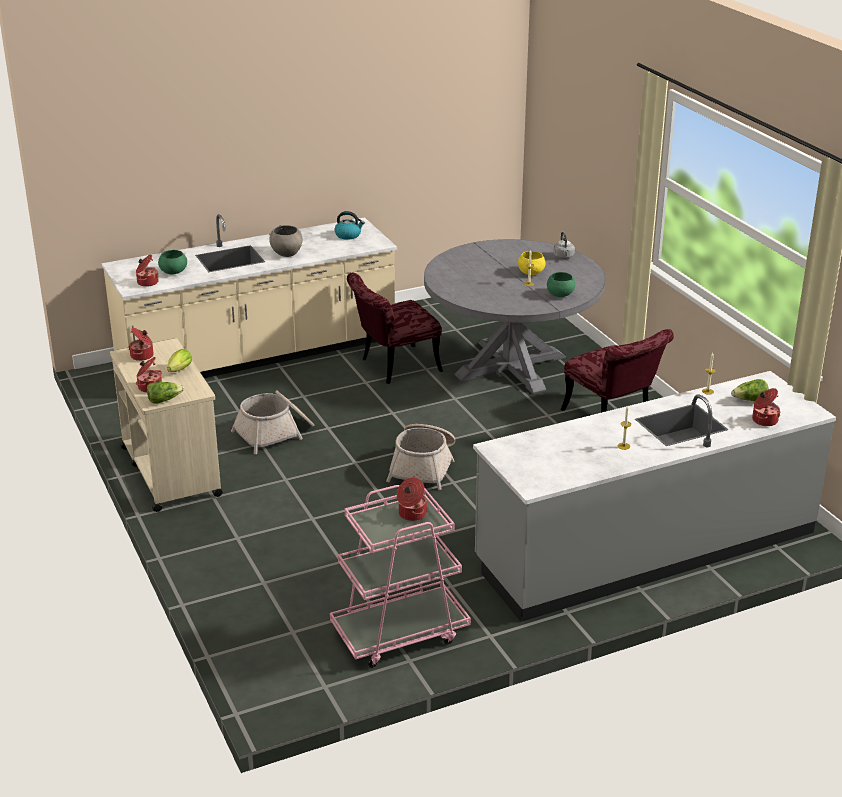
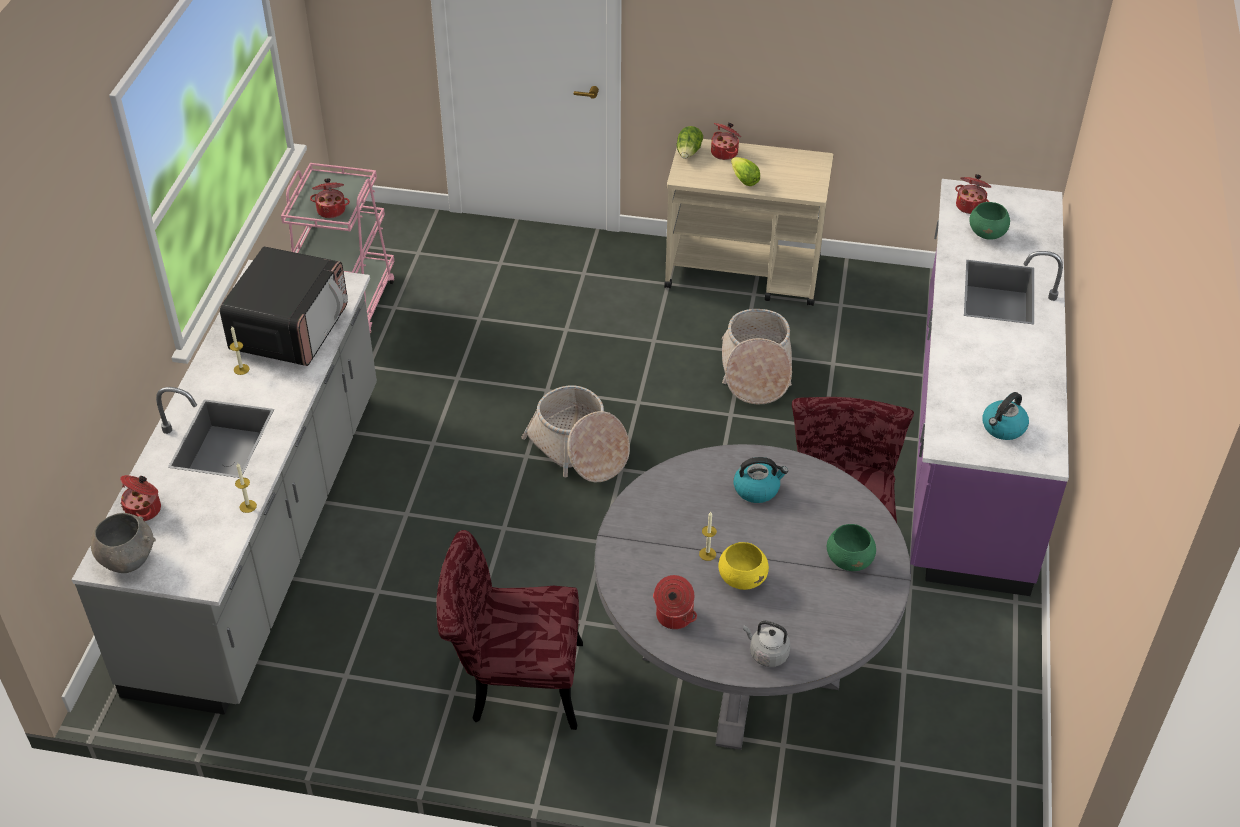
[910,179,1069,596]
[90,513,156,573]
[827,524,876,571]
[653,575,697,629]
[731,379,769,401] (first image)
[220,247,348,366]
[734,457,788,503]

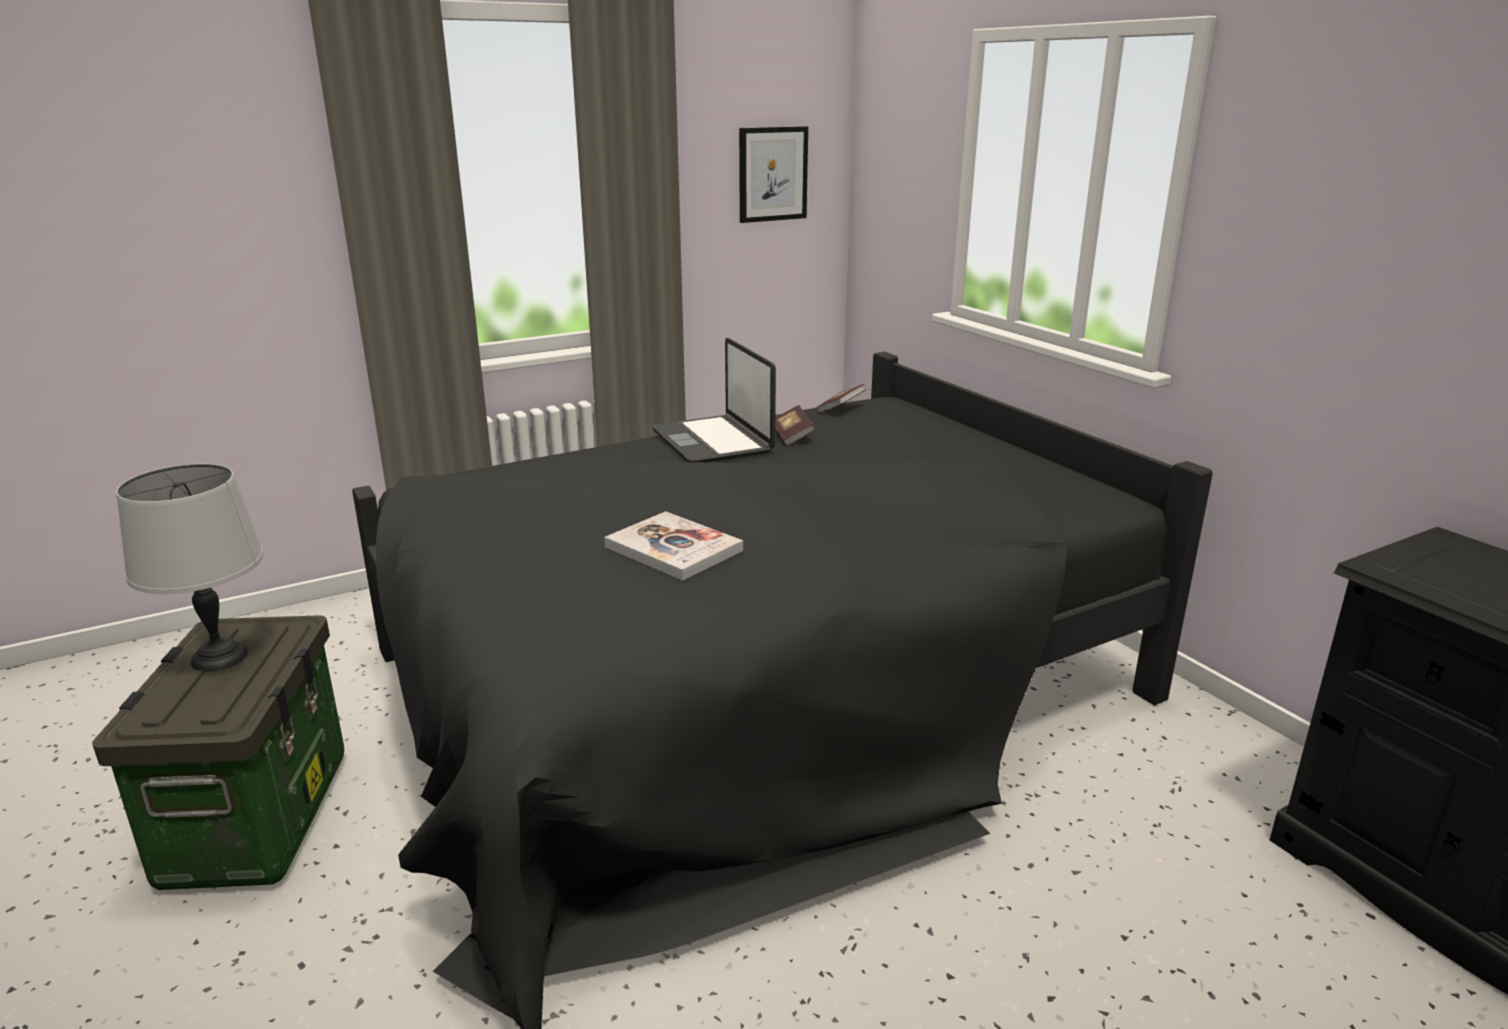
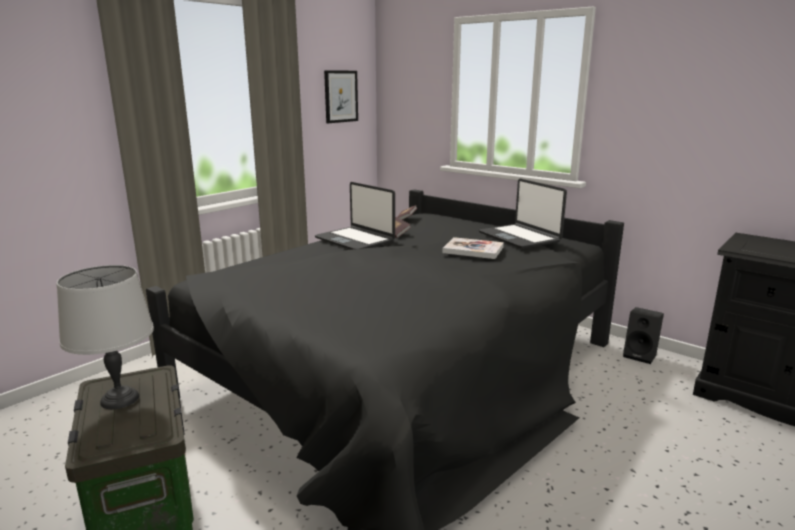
[442,237,504,259]
[479,179,567,249]
[623,307,664,364]

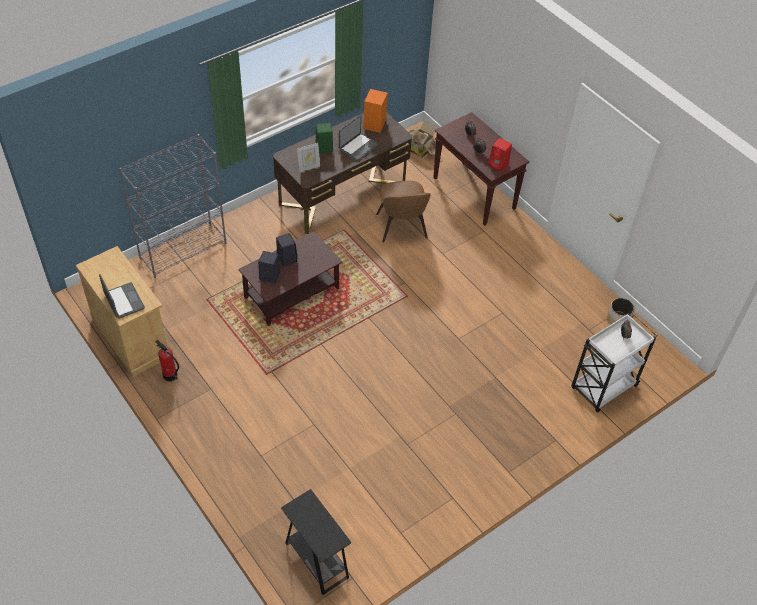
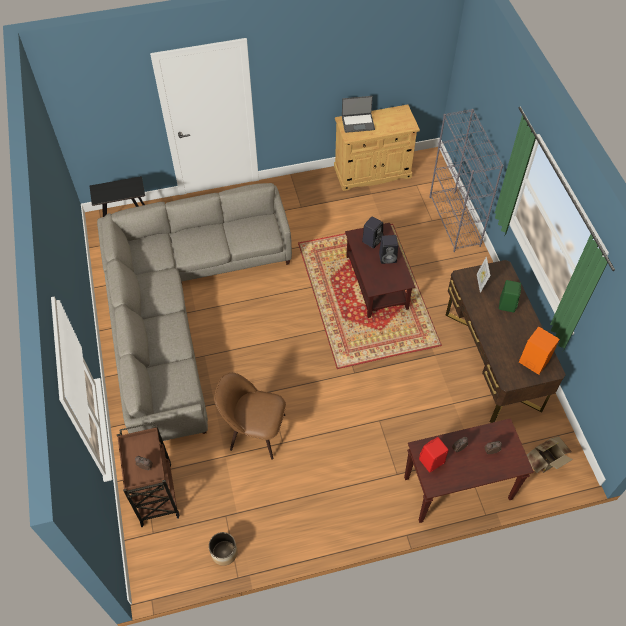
[339,115,378,161] (first image)
[214,373,286,460]
[117,422,180,527]
[155,340,179,381] (first image)
[97,183,292,441]

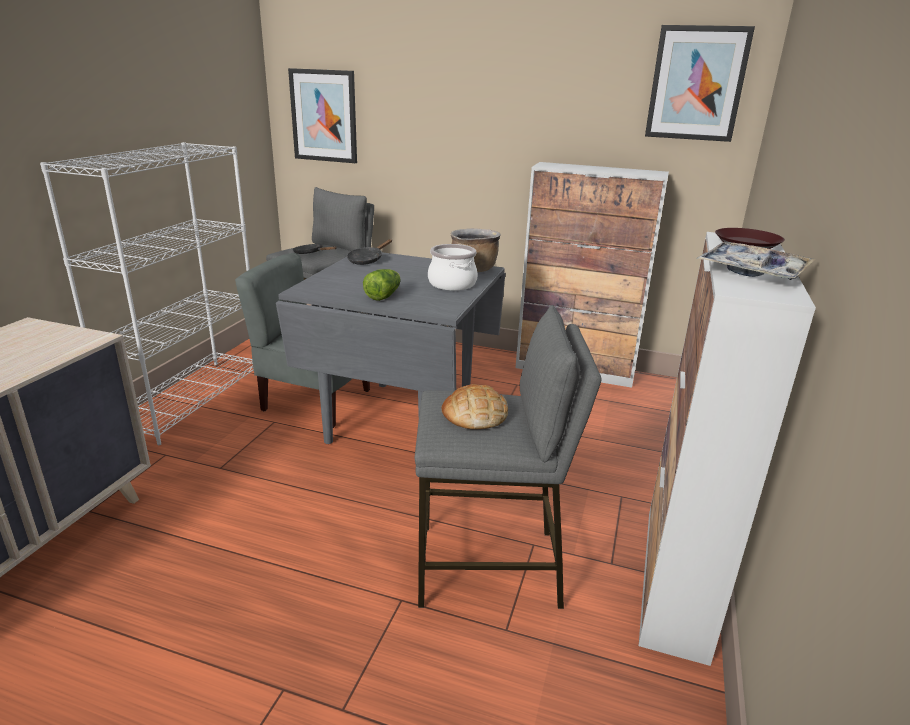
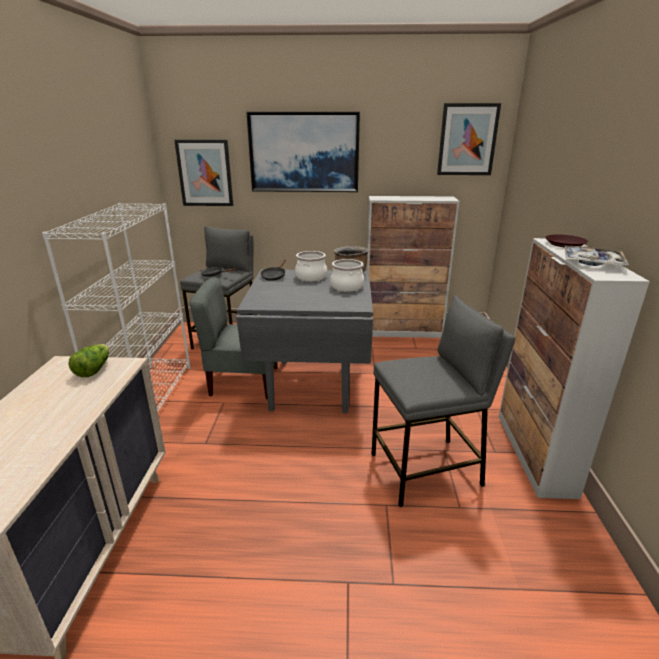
[69,344,109,377]
[442,384,508,429] (first image)
[246,112,360,192]
[295,251,327,281]

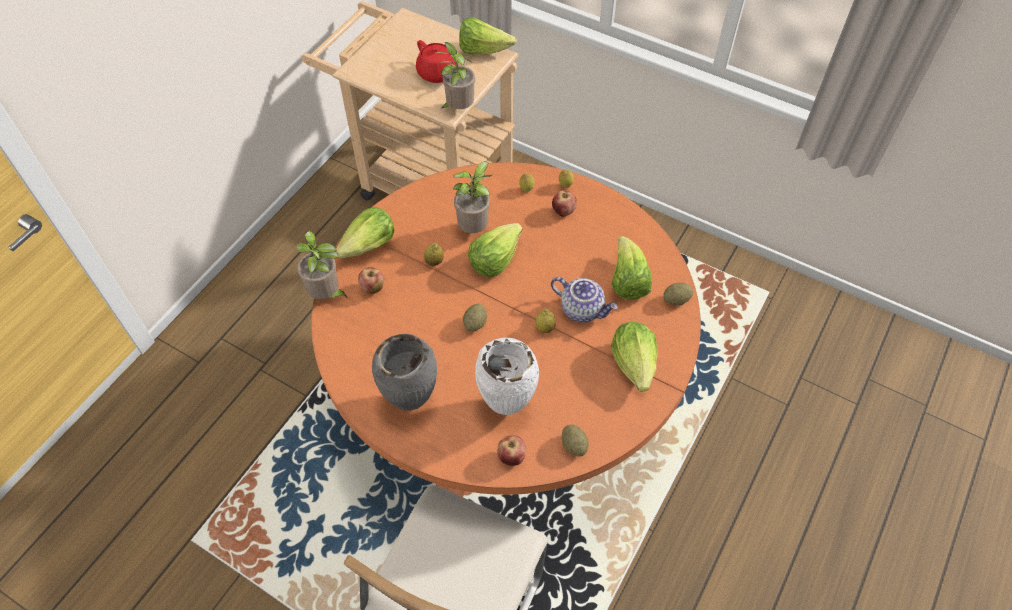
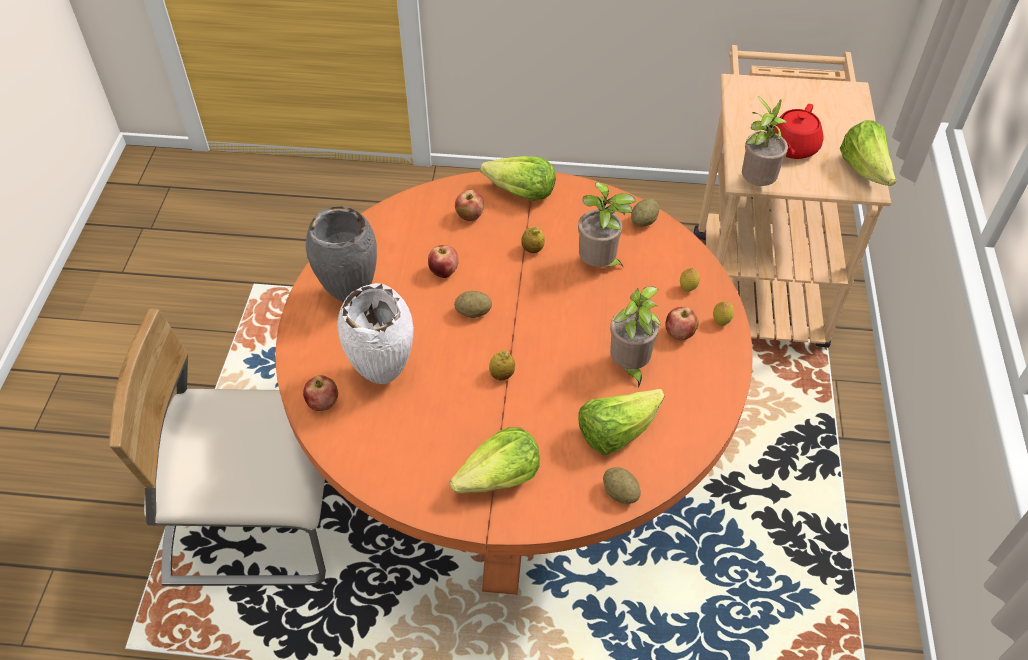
[468,223,523,278] (first image)
[610,287,661,388]
[551,277,618,323] (first image)
[631,199,659,226]
[428,245,459,278]

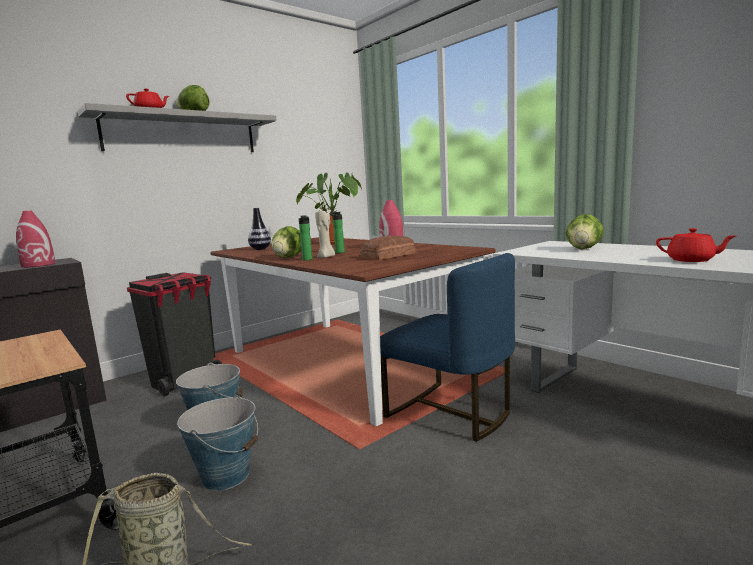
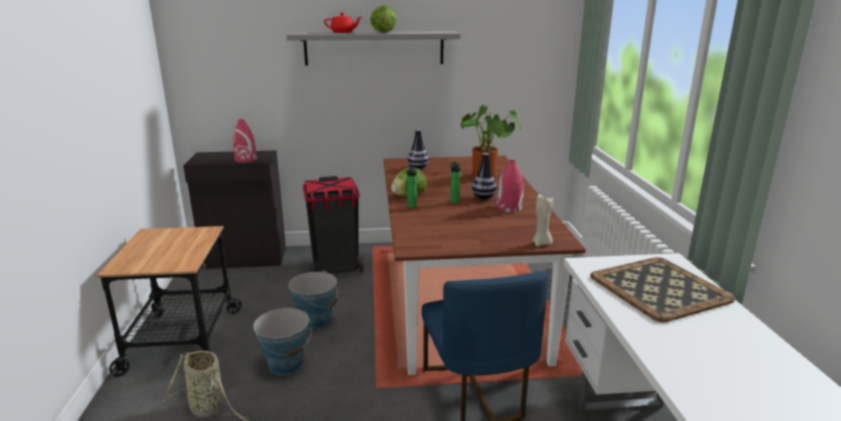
[532,194,553,246]
[590,257,735,322]
[656,228,735,262] (first image)
[360,235,416,260] (first image)
[472,153,497,200]

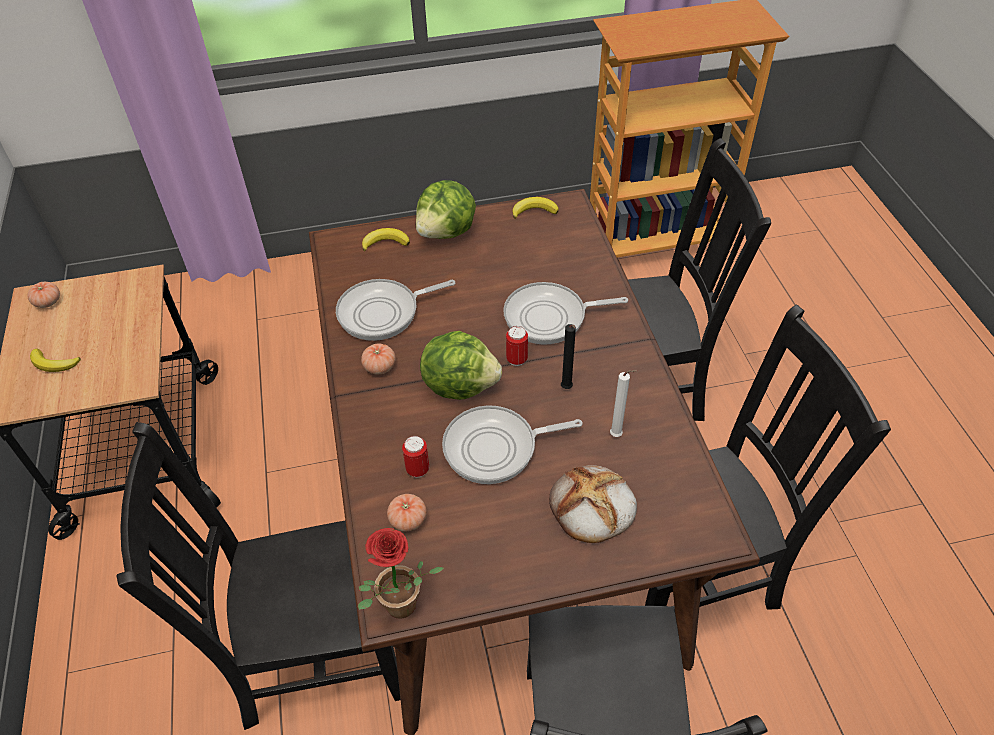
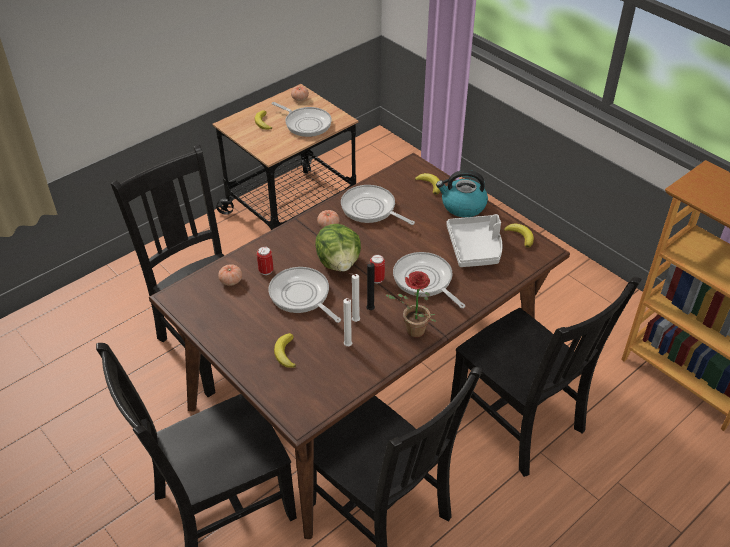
[436,170,488,217]
[274,333,296,368]
[386,271,437,338]
[272,102,332,137]
[446,214,502,267]
[348,273,360,322]

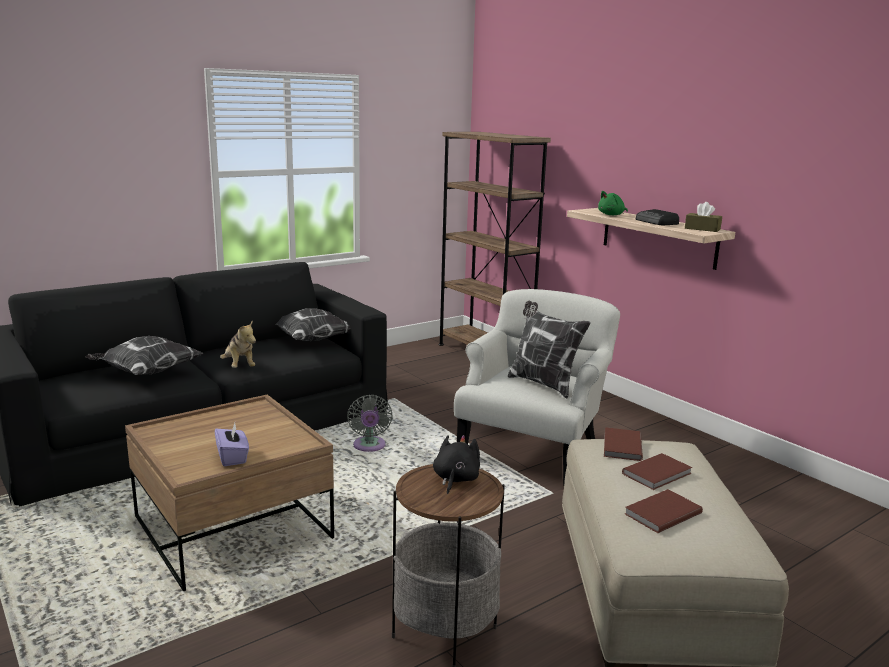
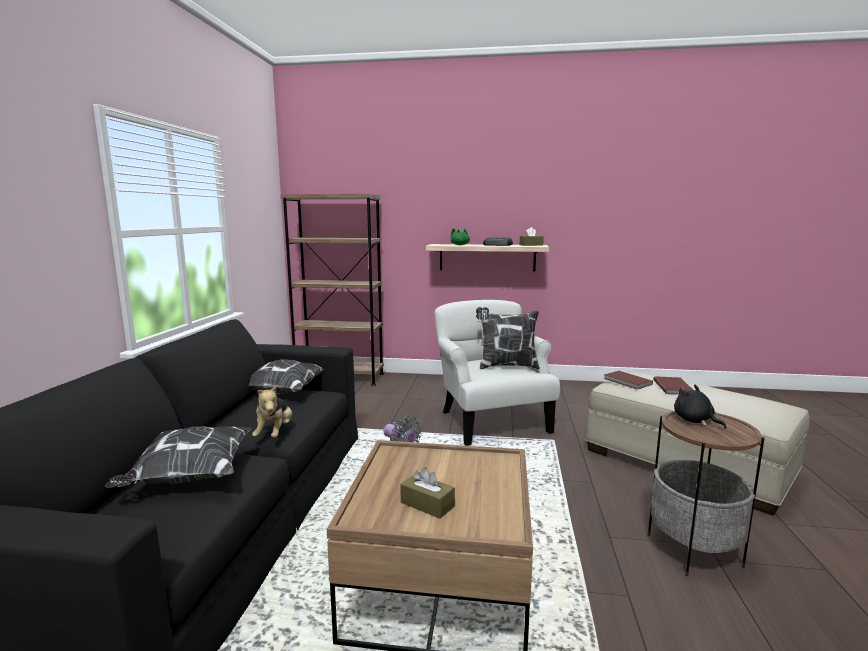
[252,385,292,438]
[215,423,249,466] (first image)
[625,489,703,533] (first image)
[400,467,455,519]

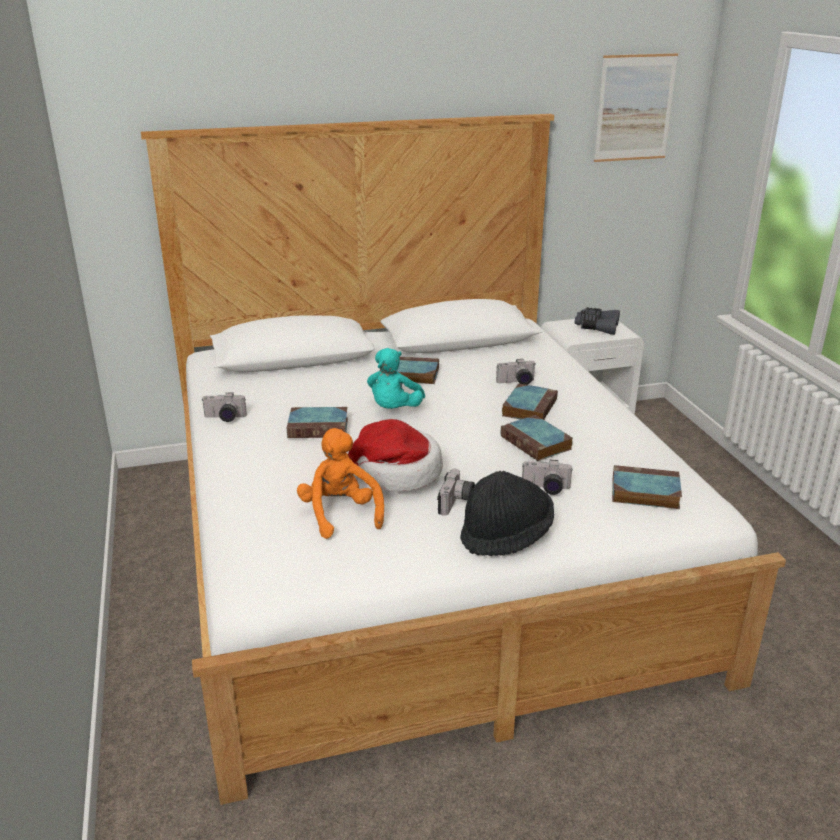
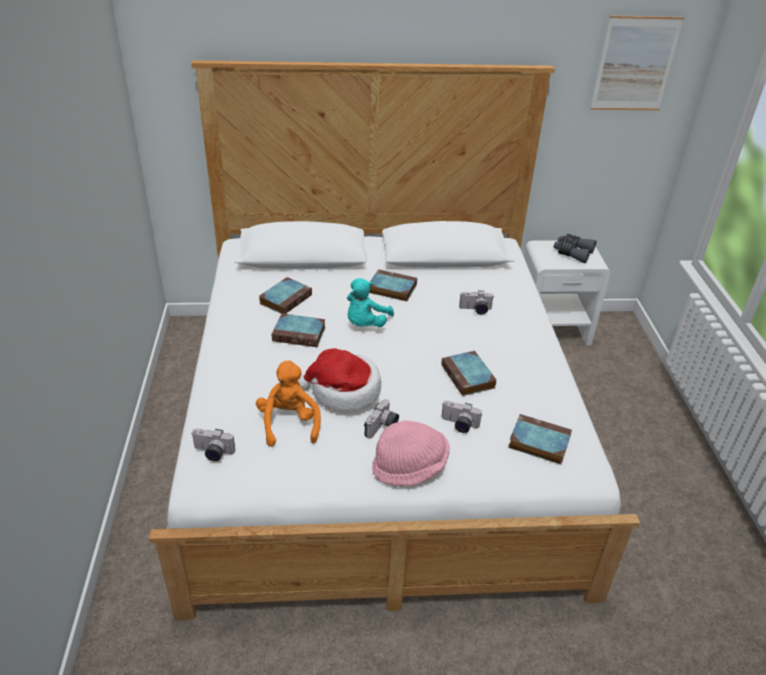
[259,277,312,314]
[192,429,235,461]
[372,421,450,487]

